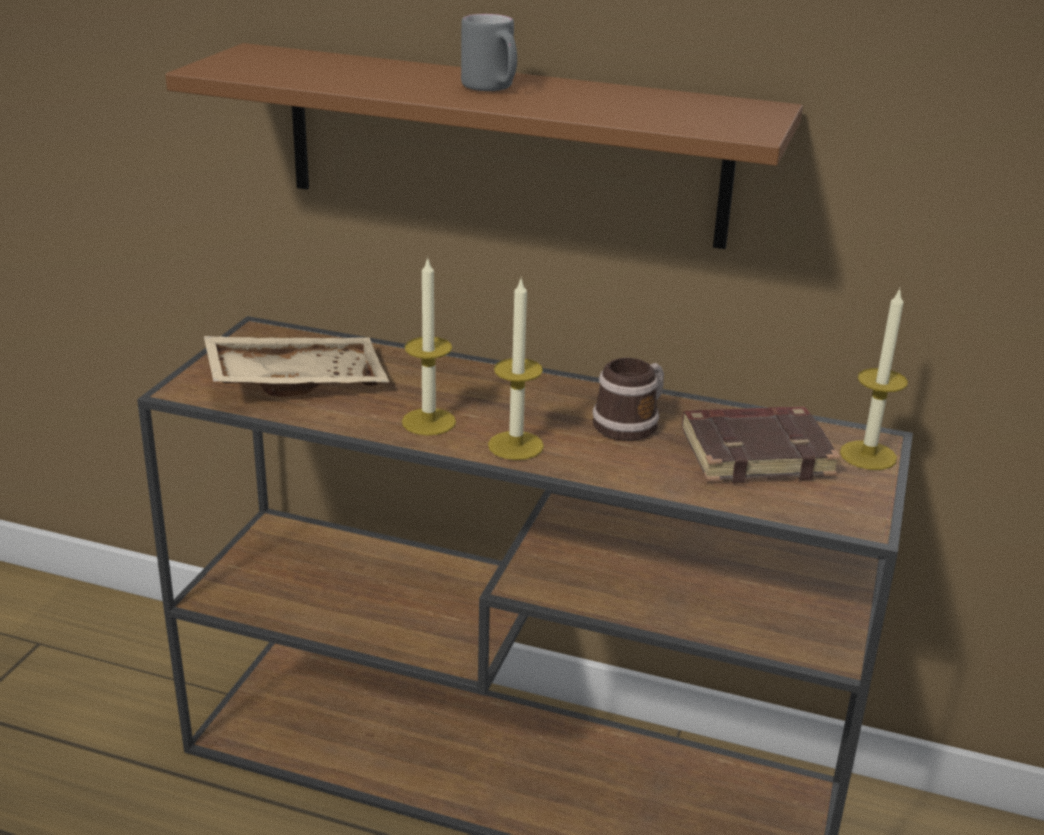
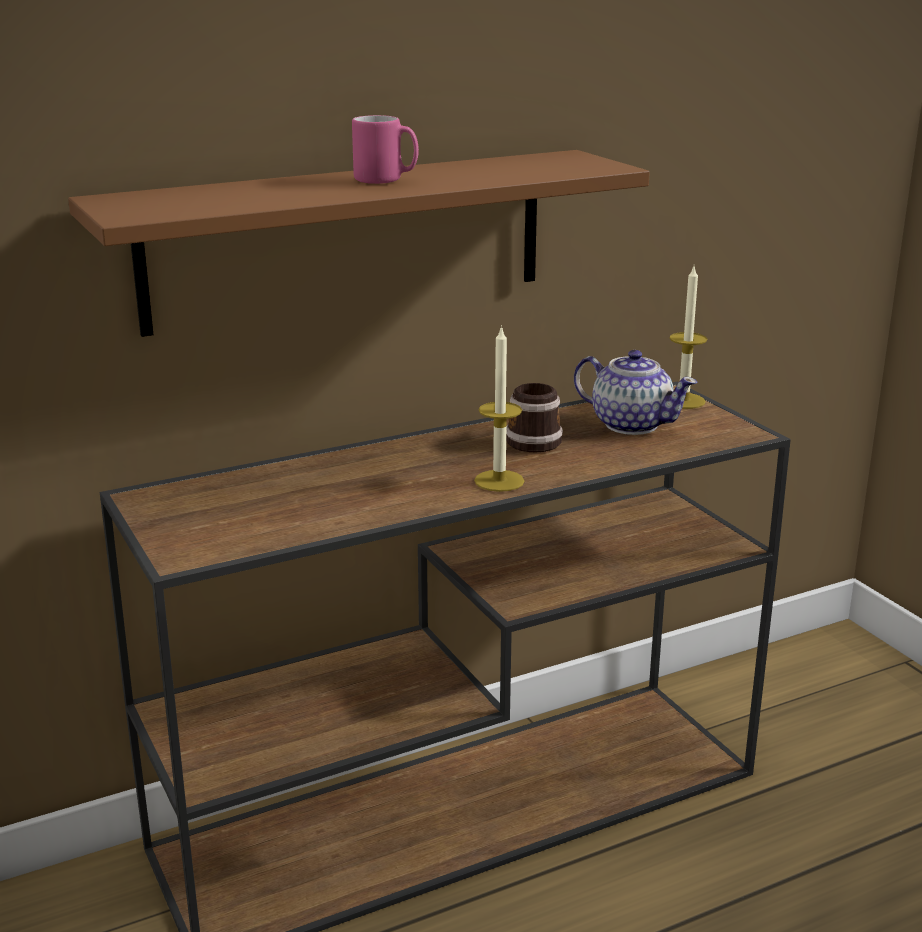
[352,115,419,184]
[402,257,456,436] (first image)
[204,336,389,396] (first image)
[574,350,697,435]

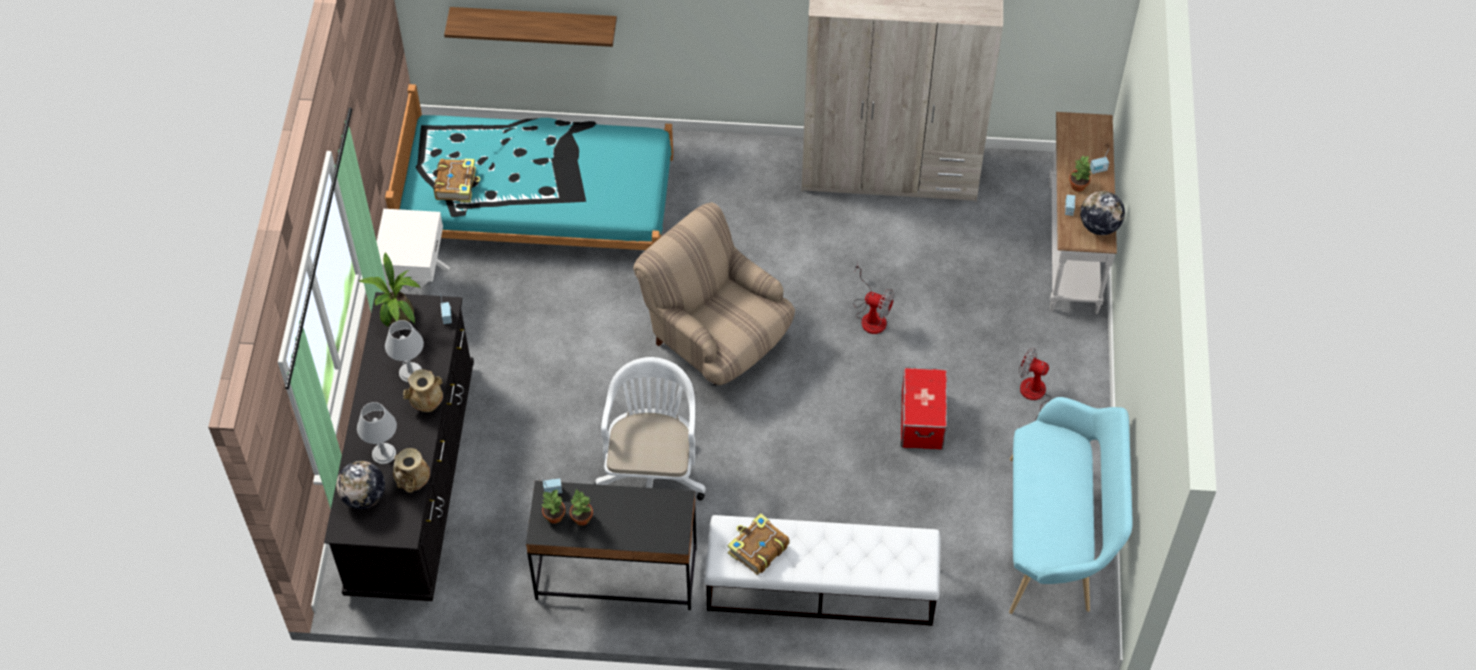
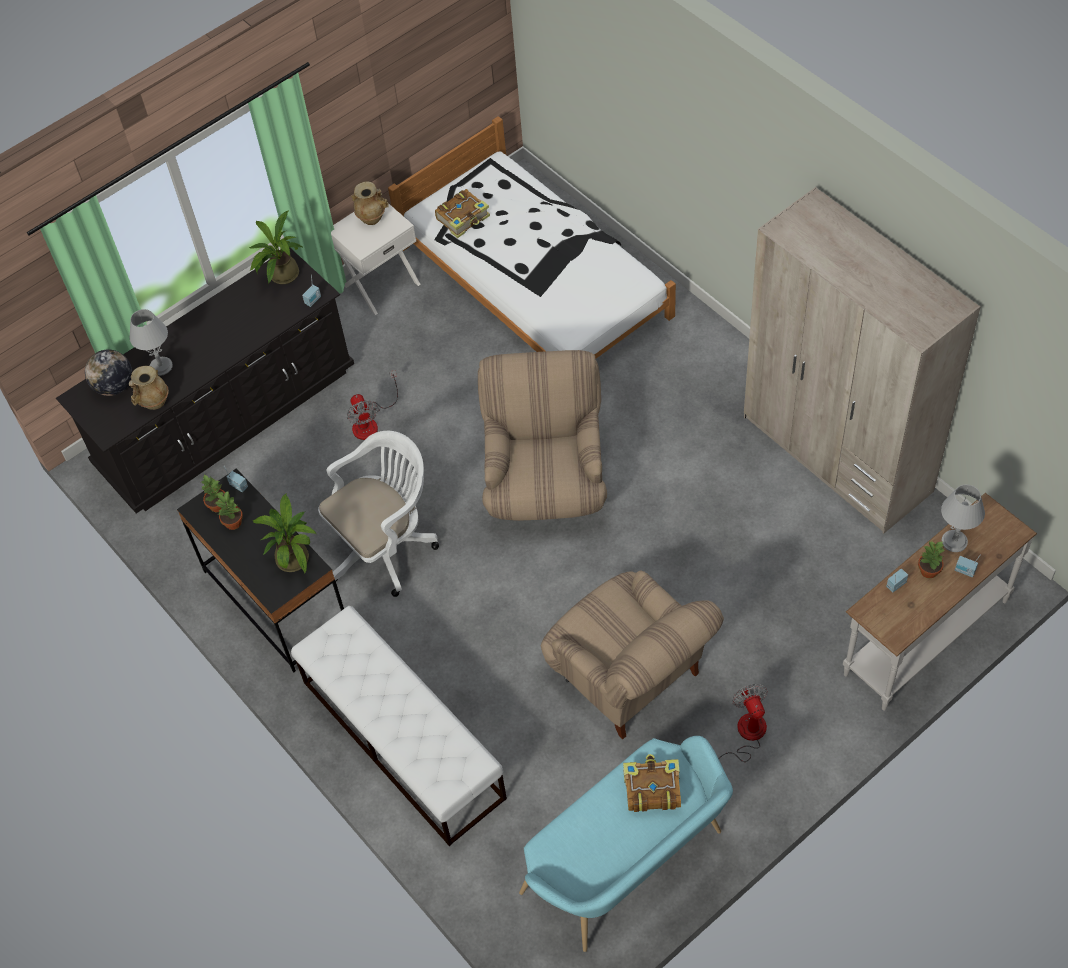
[444,7,617,47] (first image)
[388,116,676,359]
[1080,191,1125,235] (first image)
[347,370,398,440]
[941,484,985,552]
[541,571,724,739]
[351,181,388,225]
[623,754,681,812]
[253,494,316,574]

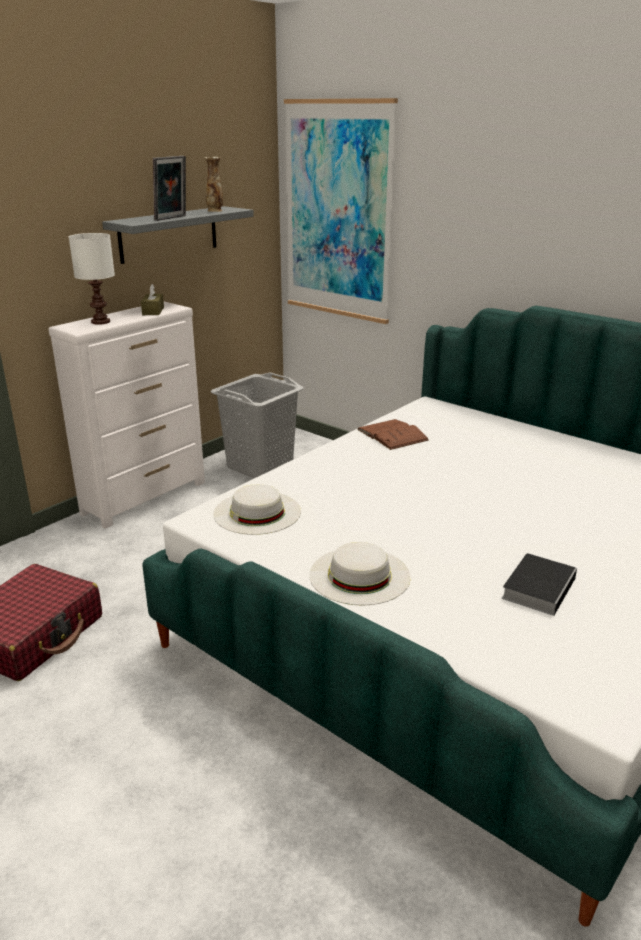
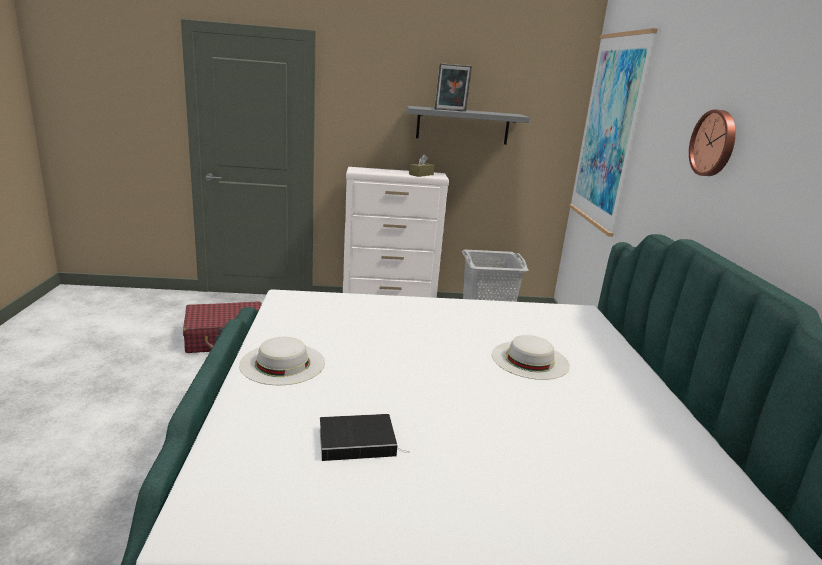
[205,157,223,212] (first image)
[69,233,115,325] (first image)
[357,419,429,450] (first image)
[492,335,570,380]
[689,110,736,176]

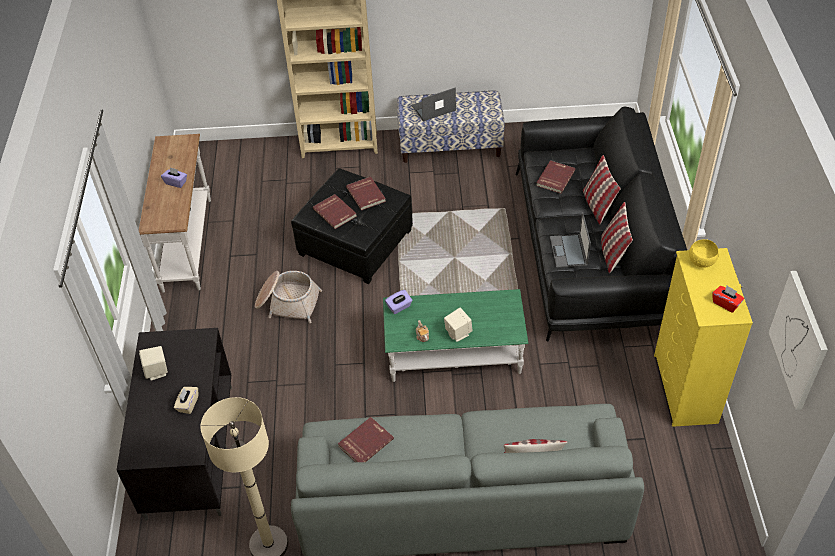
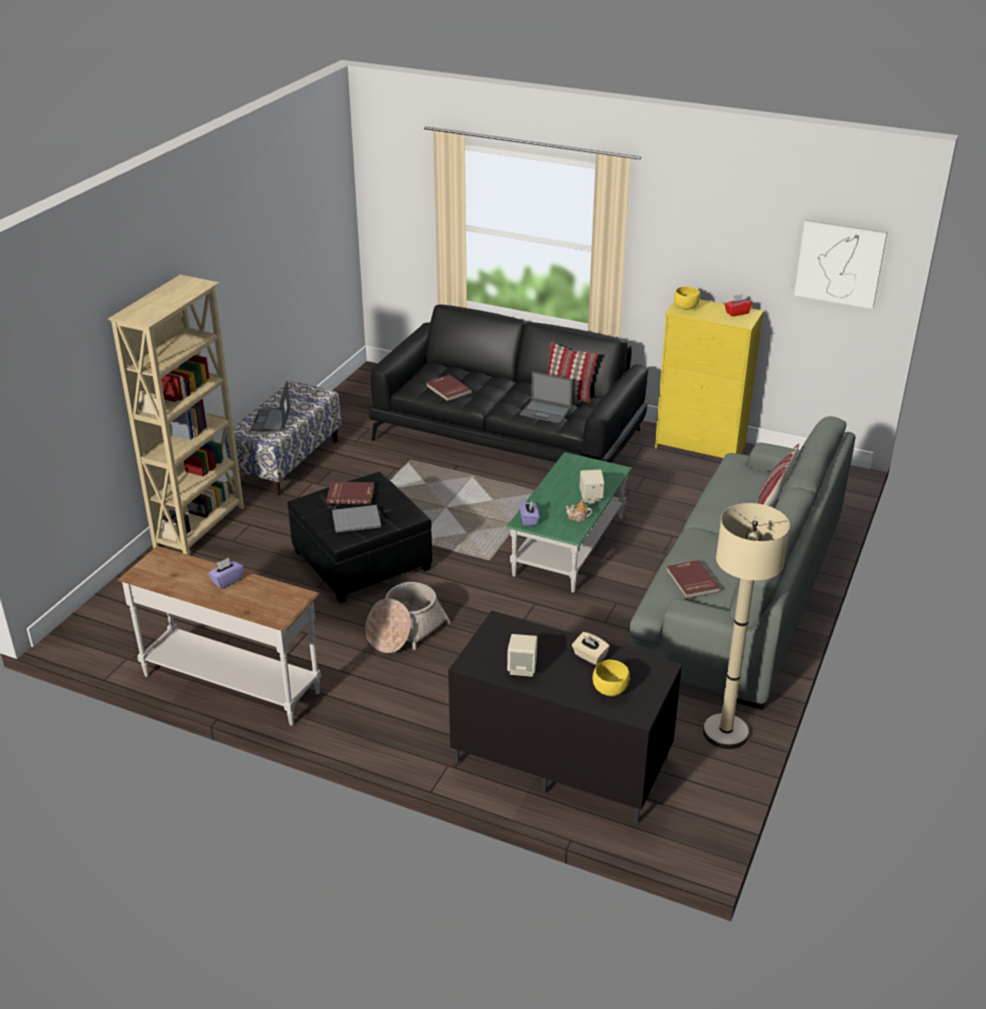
[583,155,621,224] (first image)
[332,505,381,533]
[593,660,630,696]

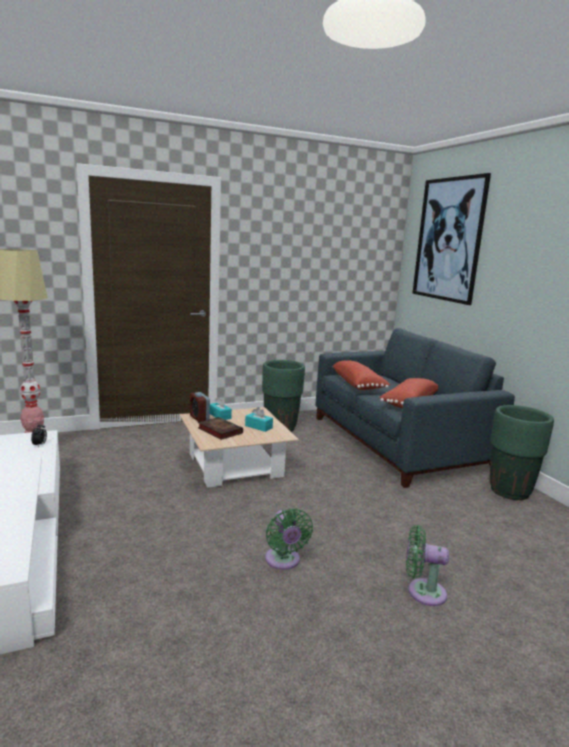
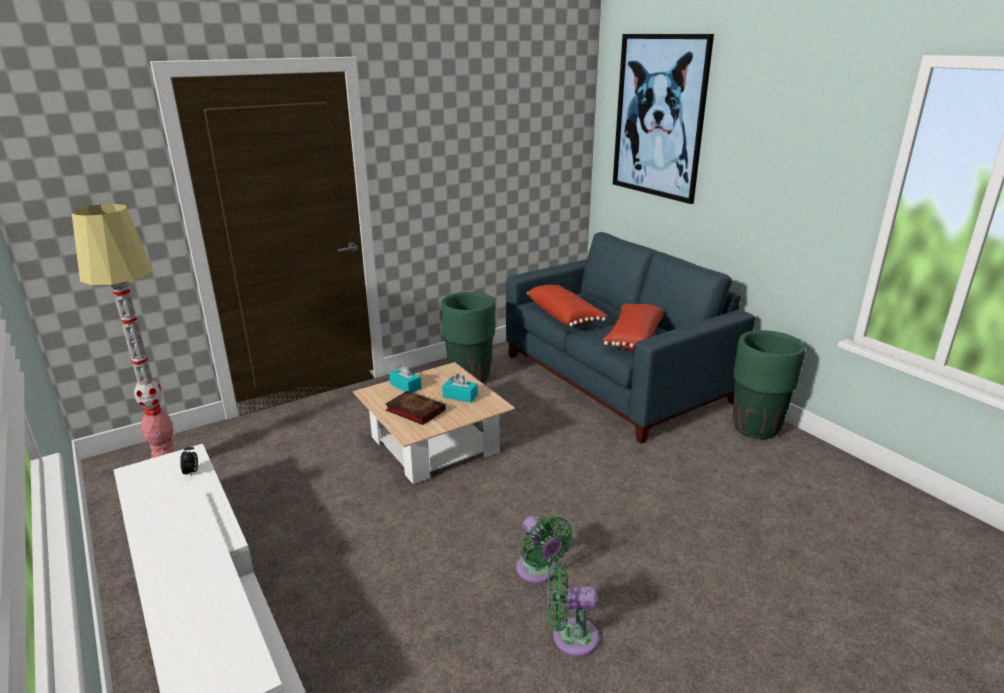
[190,392,210,422] (first image)
[547,563,599,657]

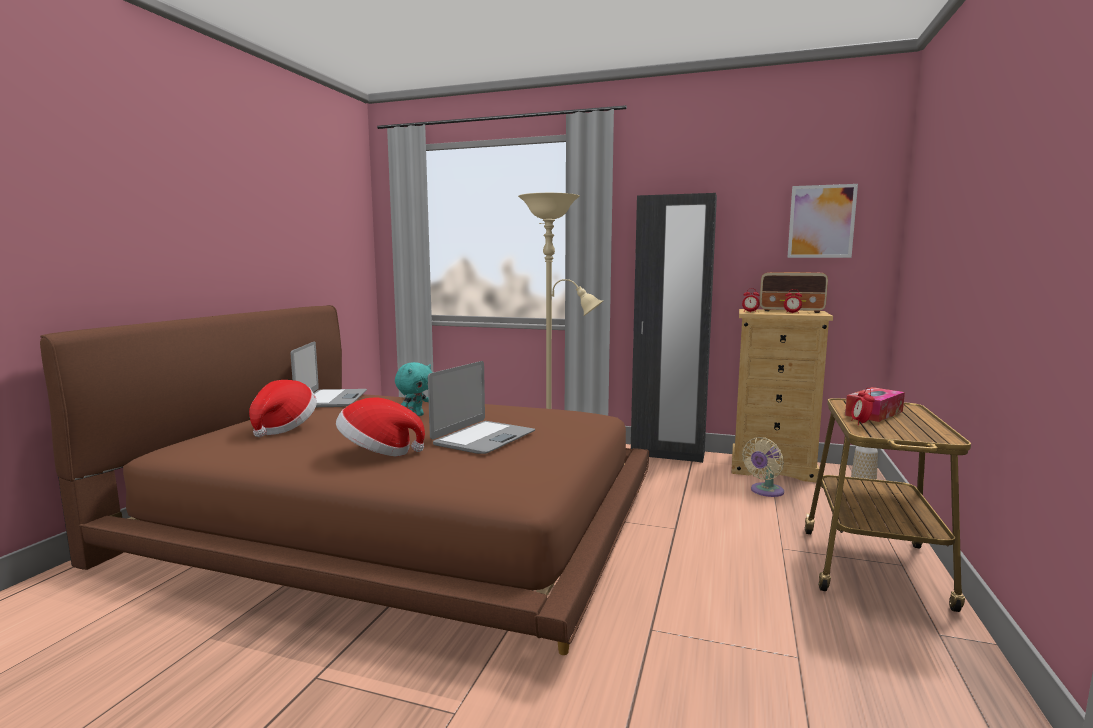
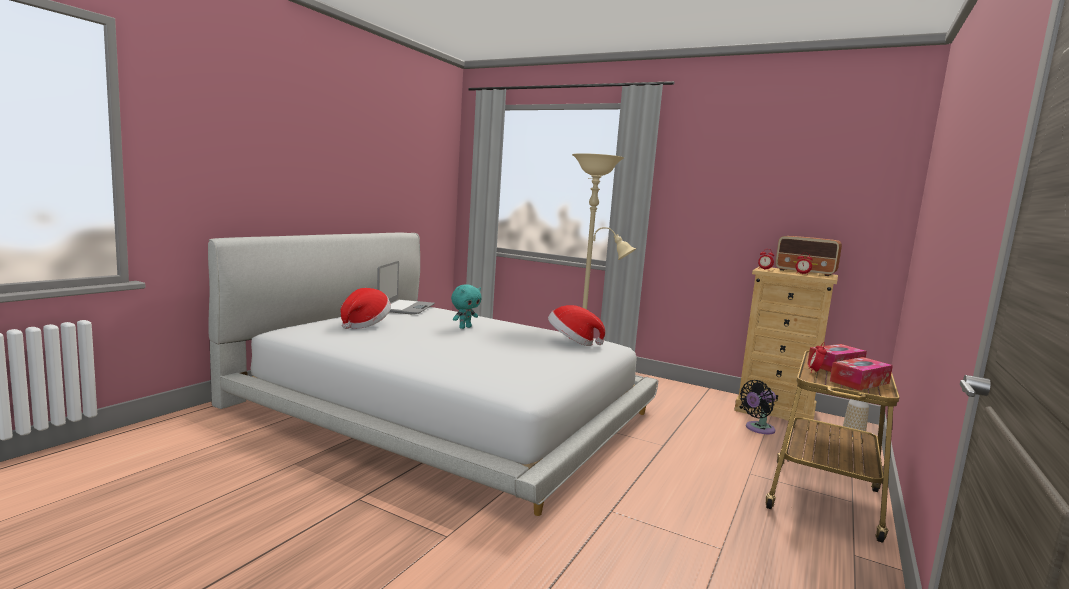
[787,184,858,258] (first image)
[631,193,717,463] (first image)
[208,233,658,516]
[428,361,535,454] (first image)
[548,305,605,346]
[740,380,776,434]
[830,357,893,391]

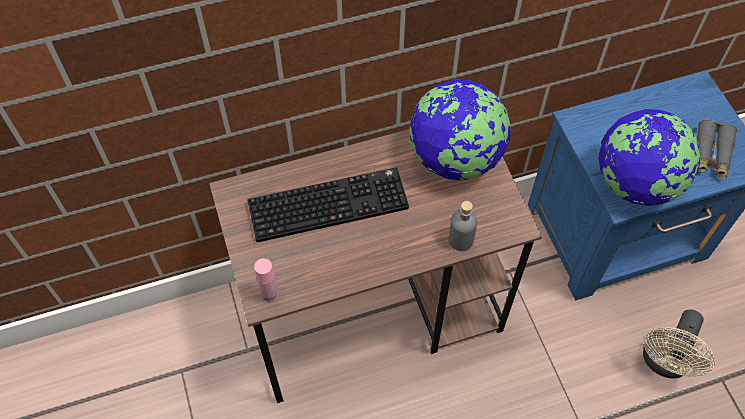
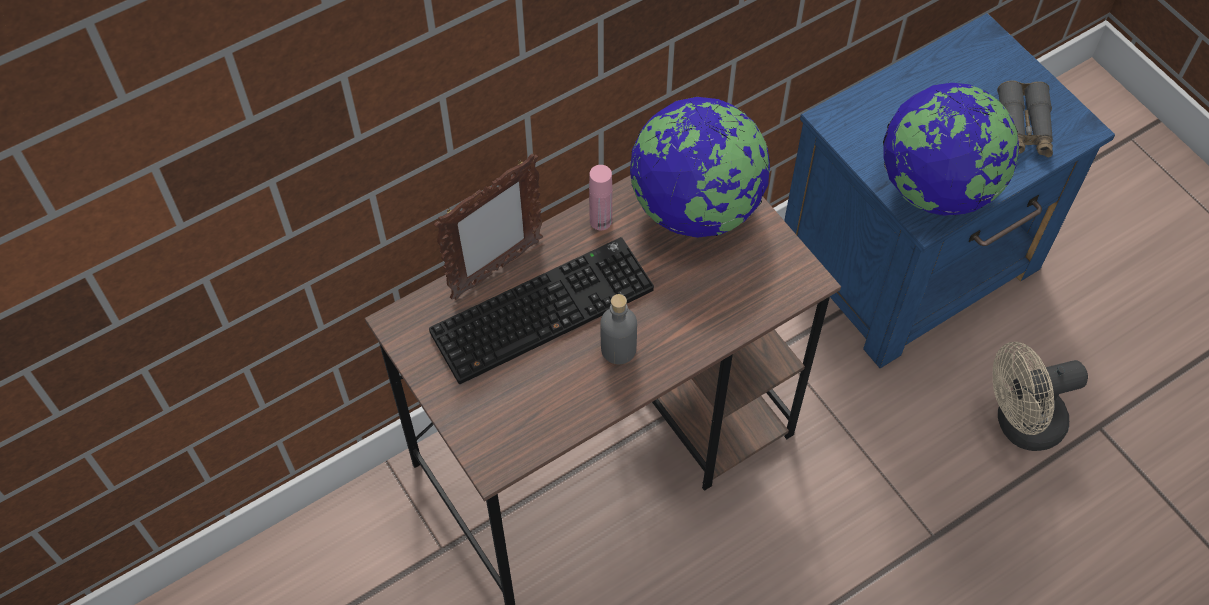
[600,294,637,364]
[589,165,612,230]
[993,342,1088,451]
[434,154,543,300]

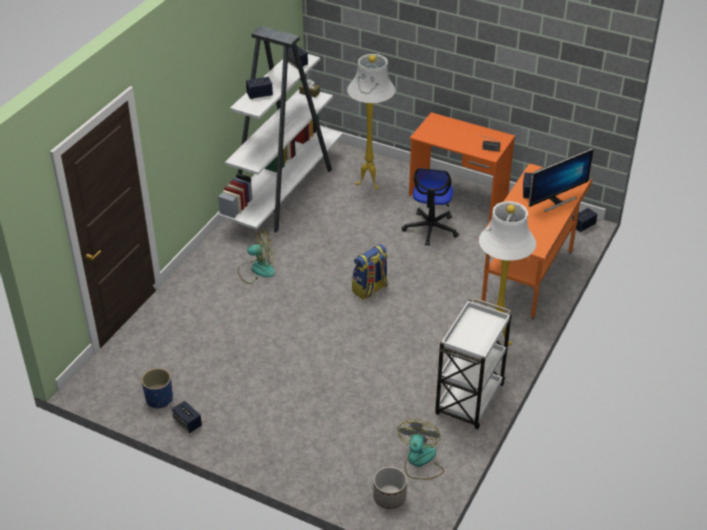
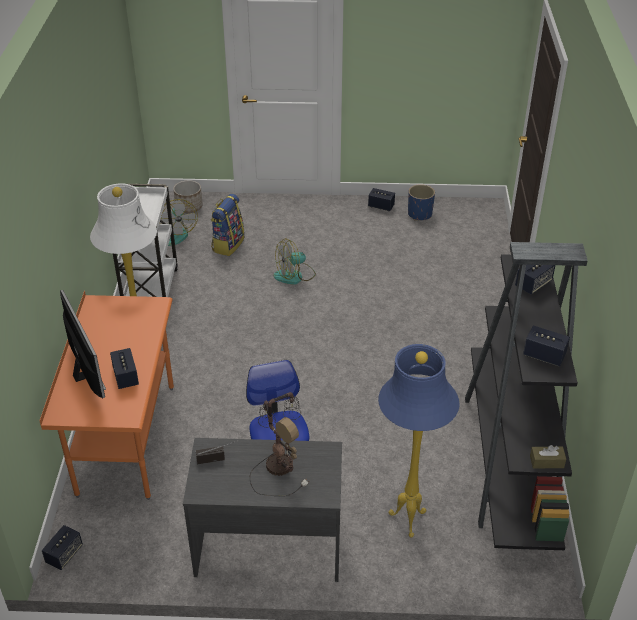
[465,242,588,550]
[378,344,459,538]
[183,438,342,582]
[60,290,106,399]
[273,238,316,285]
[211,194,244,256]
[250,392,309,496]

